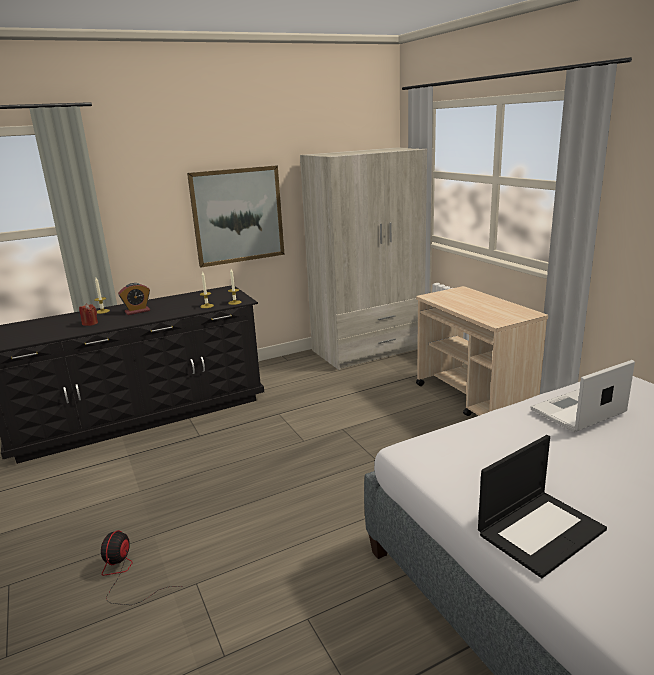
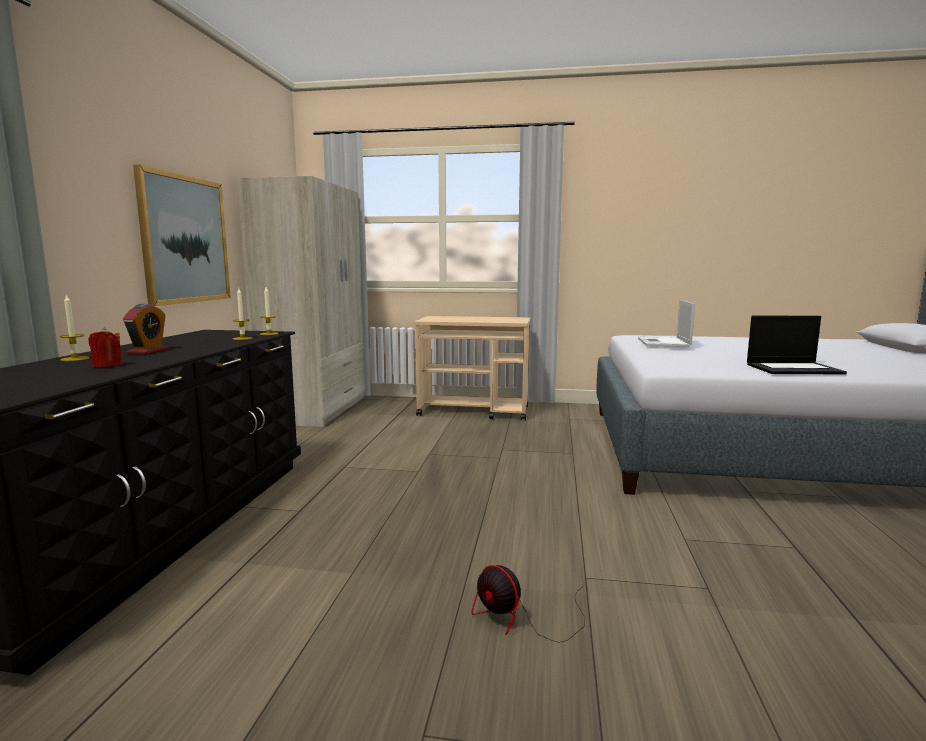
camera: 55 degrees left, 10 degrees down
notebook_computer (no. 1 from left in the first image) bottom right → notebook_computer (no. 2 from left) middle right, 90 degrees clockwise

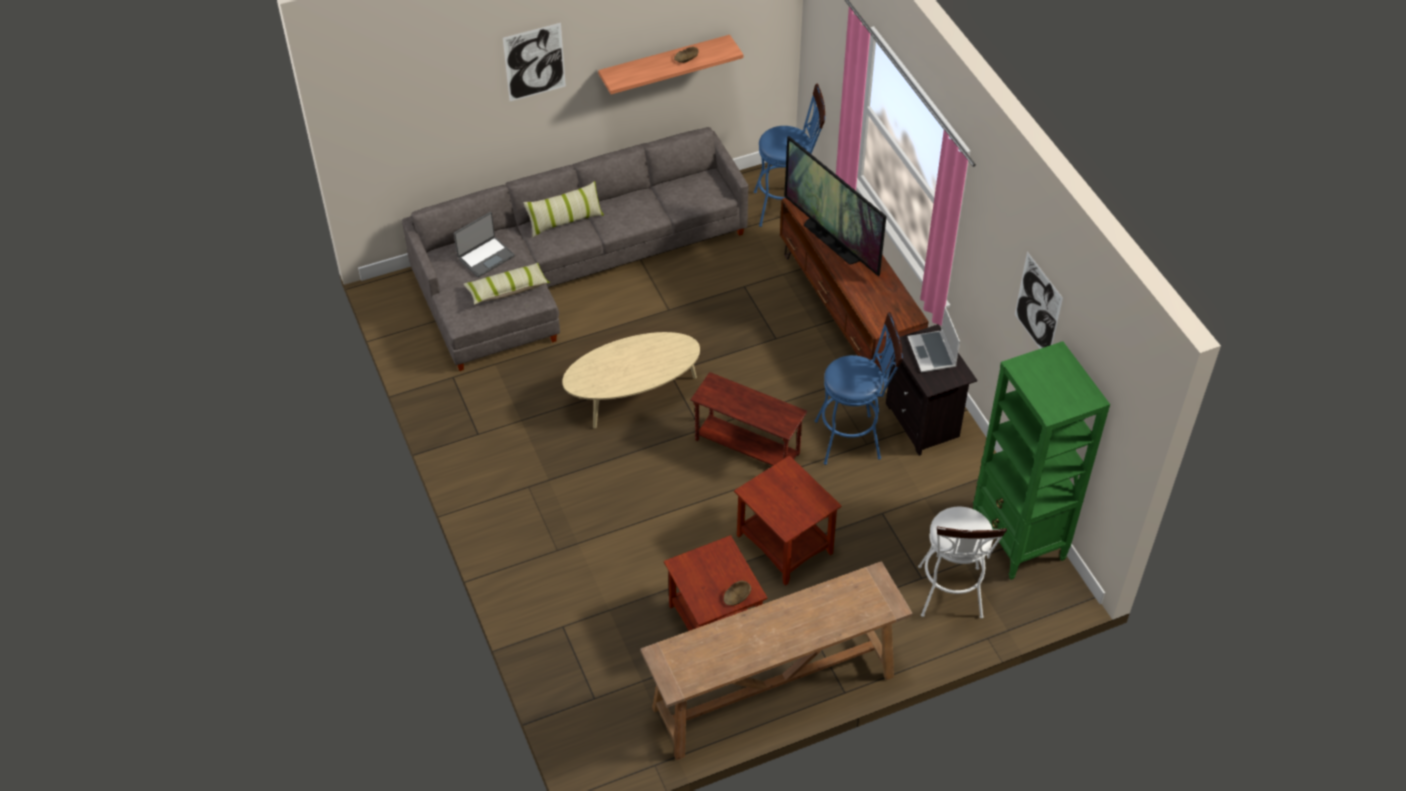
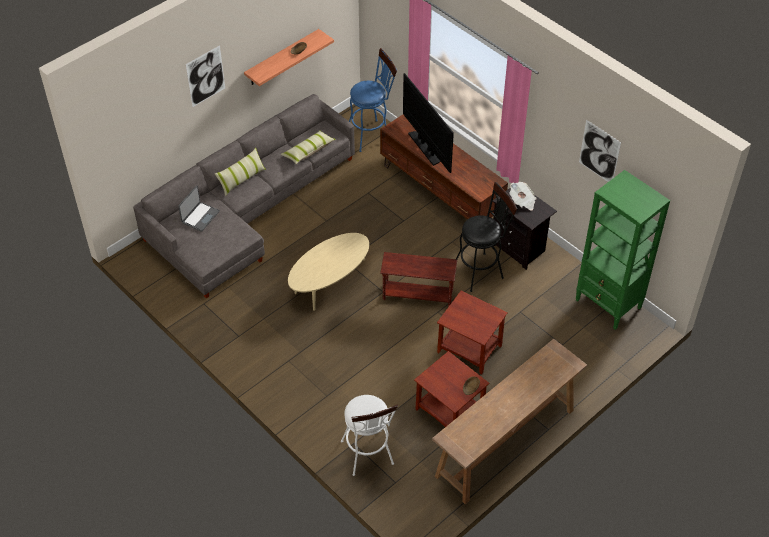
camera: 20 degrees left, 0 degrees up
throw_pillow (no. 1 from left in the first image) centre → throw_pillow (no. 2 from left) top centre, relocated
white_sitting_stool bottom right → white_sitting_stool bottom centre, relocated
notebook_computer (no. 2 from left) centre → daily_paper middle right
blue-coloured_sitting_stool (no. 2 from left) centre → black_sitting_stool centre
television top centre, 150 degrees counterclockwise

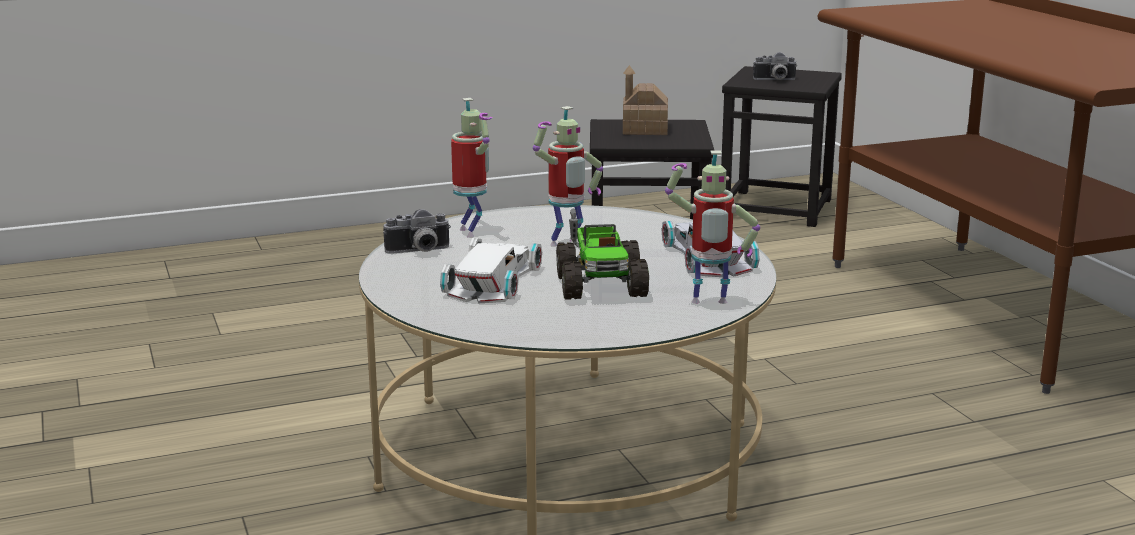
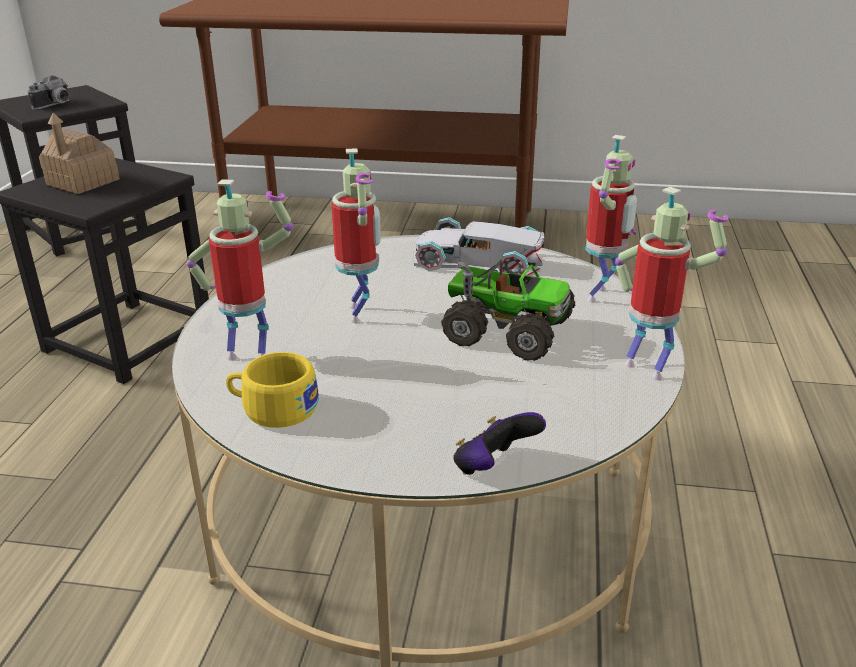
camera: 60 degrees left, 10 degrees up
white_model_car (no. 1 from left) centre → -
- → gamepad centre
- → robot_figure (no. 4 from left) middle right
still_camera (no. 1 from left) centre → yellow-coloured_small_cup middle left

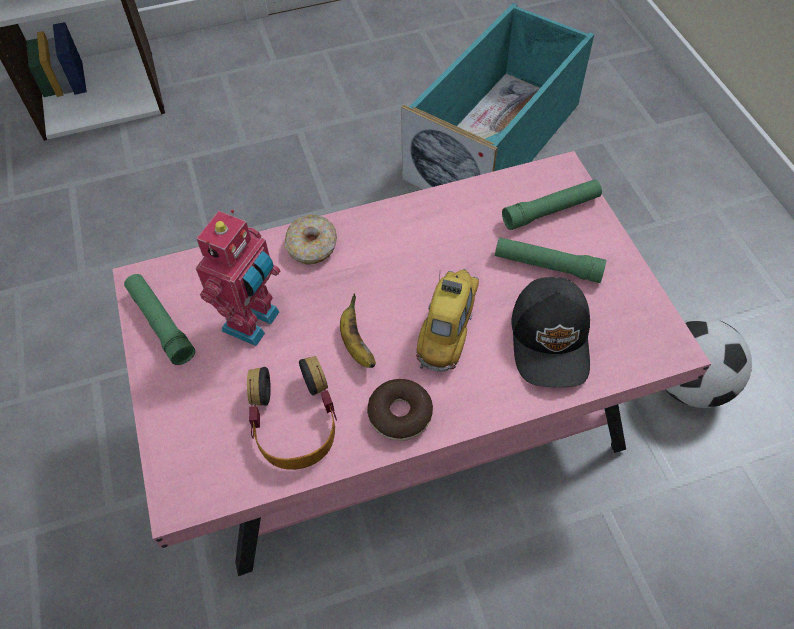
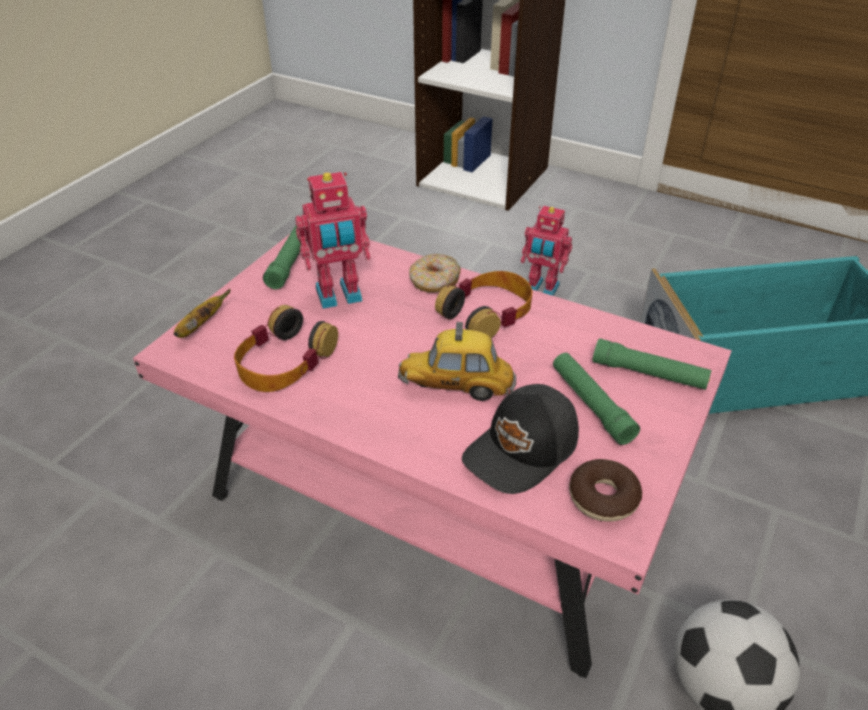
camera: 45 degrees right, 15 degrees down
- → pair_of_headphones (no. 2 from left) centre
- → robot_figure (no. 2 from left) centre
banana centre → banana middle left, relocated
donut (no. 2 from left) centre → donut (no. 2 from left) bottom right, relocated
model_car centre, 150 degrees counterclockwise

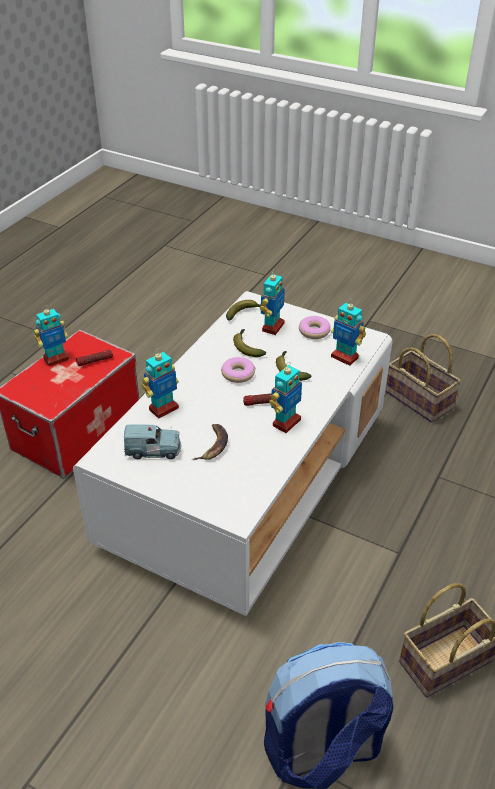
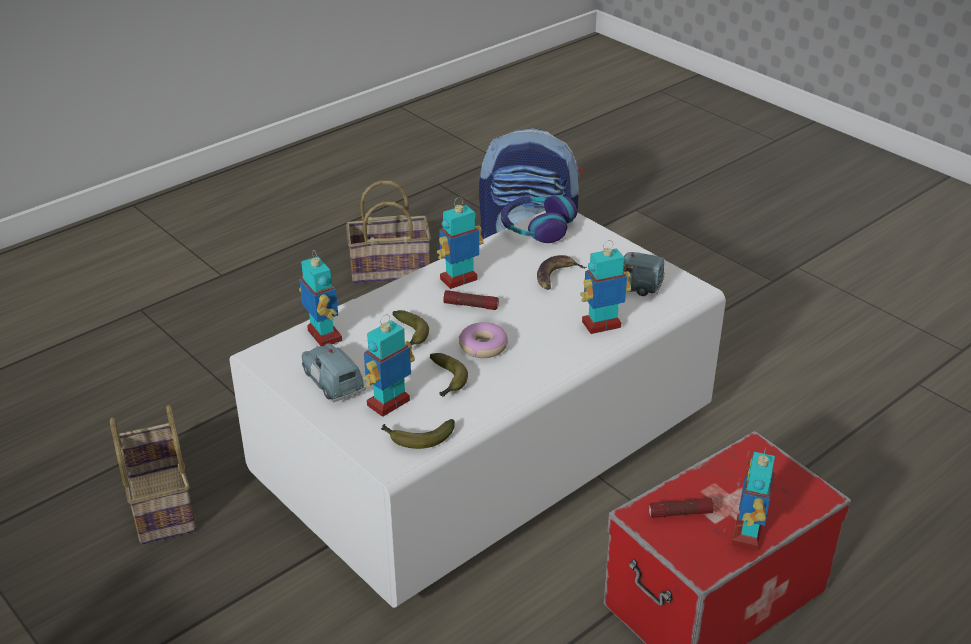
camera: 160 degrees left, 5 degrees down
- → pair_of_headphones centre
donut (no. 2 from left) centre → blue-coloured_model_car (no. 1 from left) centre
robot_figure (no. 1 from left in the first image) middle left → robot_figure (no. 5 from left) bottom right, 60 degrees counterclockwise

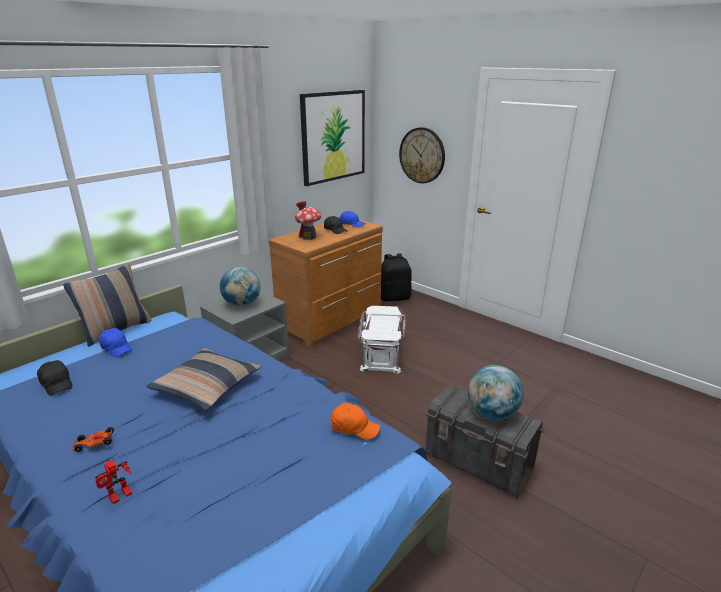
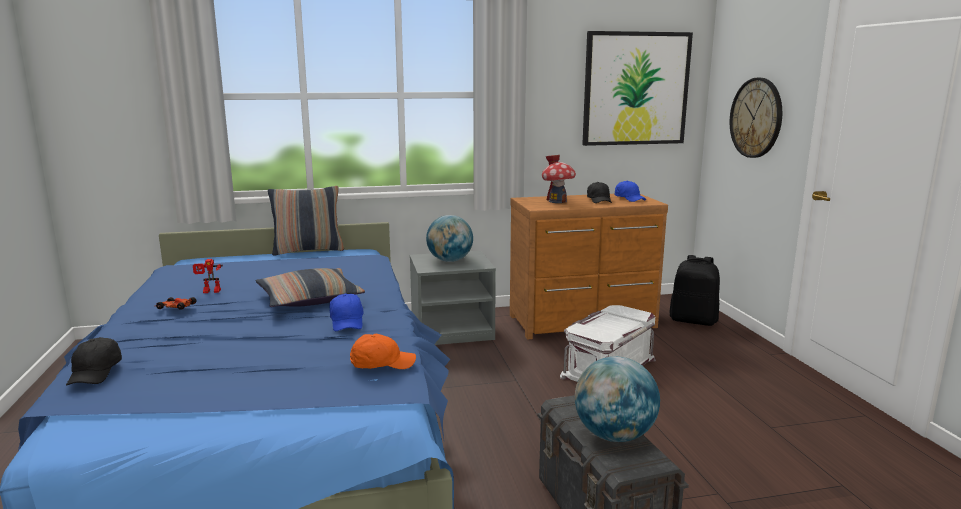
camera: 35 degrees right, 10 degrees down
black_peaked_cap (no. 1 from left) middle left → black_peaked_cap (no. 1 from left) bottom left, relocated
robot_figure bottom left → robot_figure middle left, relocated
blue-coloured_peaked_cap (no. 1 from left) middle left → blue-coloured_peaked_cap (no. 1 from left) centre, relocated
orange-coloured_peaked_cap bottom centre, 60 degrees counterclockwise

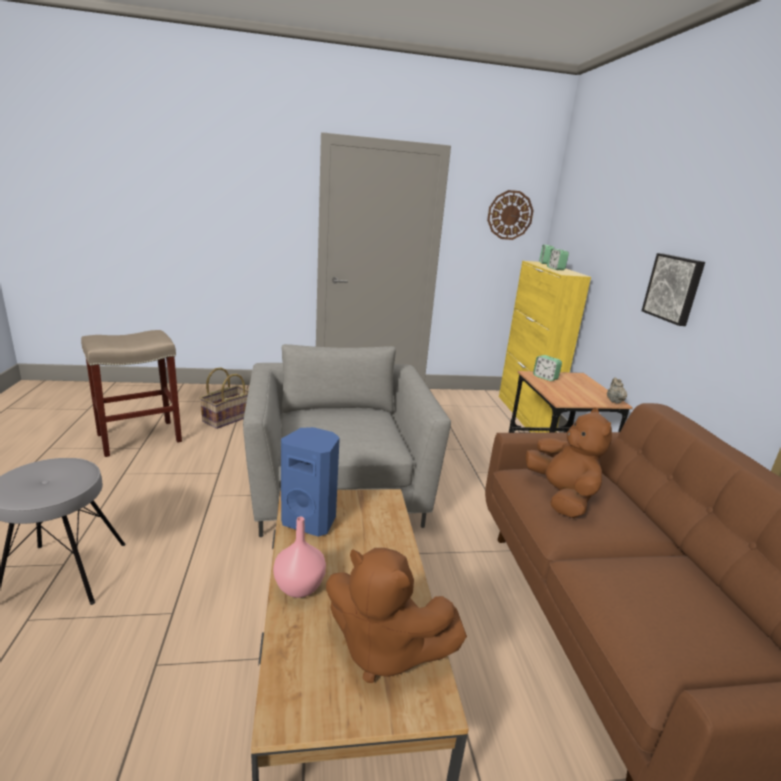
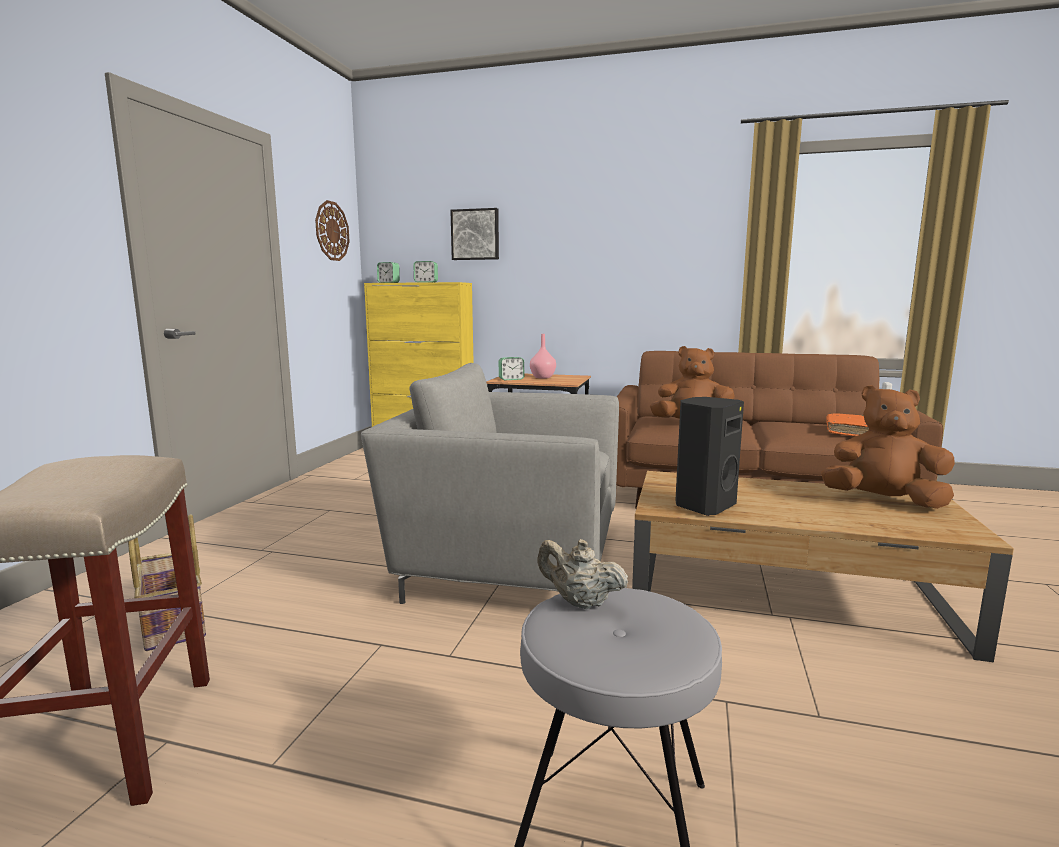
camera: 65 degrees left, 10 degrees down
- → orange-coloured_bound_book middle right
pinkish_vase bottom centre → pinkish_vase centre, relocated
sand-coloured_pot_for_tea middle right → sand-coloured_pot_for_tea bottom centre, relocated
wall_art middle right → wall_art top centre, relocated
blue-coloured_audio_speaker centre → black_audio_speaker middle right
brown_plush_toy (no. 1 from left in the first image) bottom centre → brown_plush_toy (no. 2 from left) middle right, 120 degrees counterclockwise

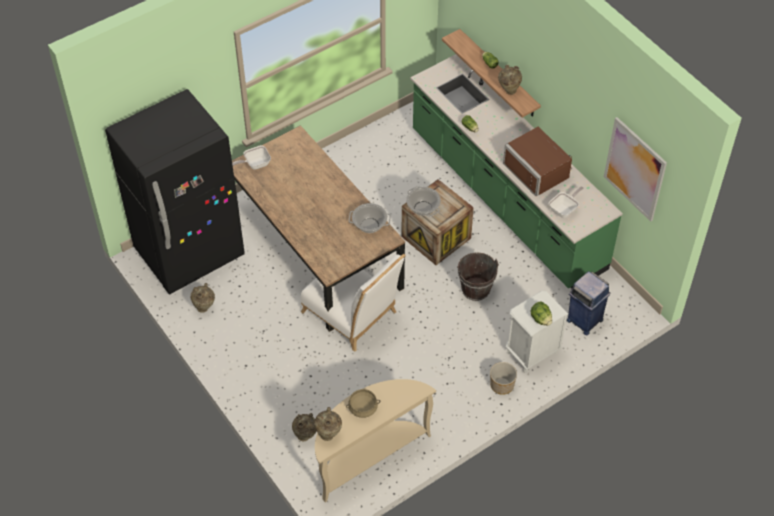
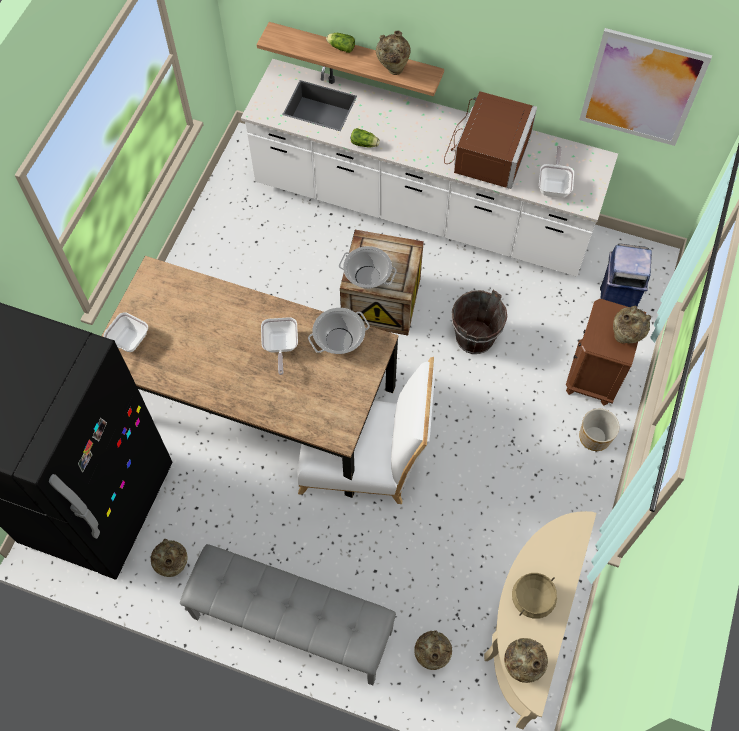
camera: 35 degrees left, 10 degrees up
- → grey_long_seat bottom centre
- → pan (no. 2 from left) centre
lettuce (no. 3 from left) middle right → sand-coloured_vase (no. 5 from left) middle right
green_counter top right → white_counter top centre
white_night_table middle right → brown_night_table middle right
brown_kitchen_microwave top right → brown_kitchen_microwave top centre, 90 degrees counterclockwise

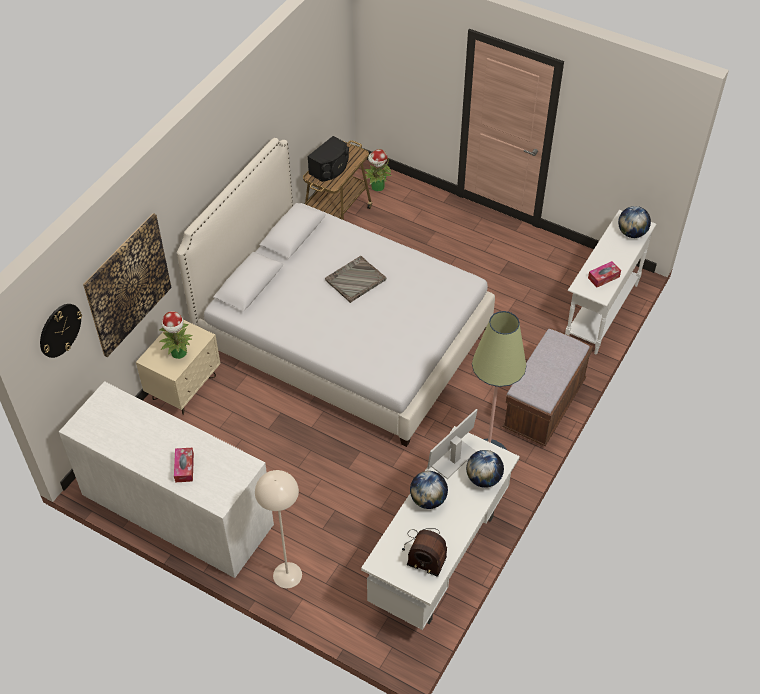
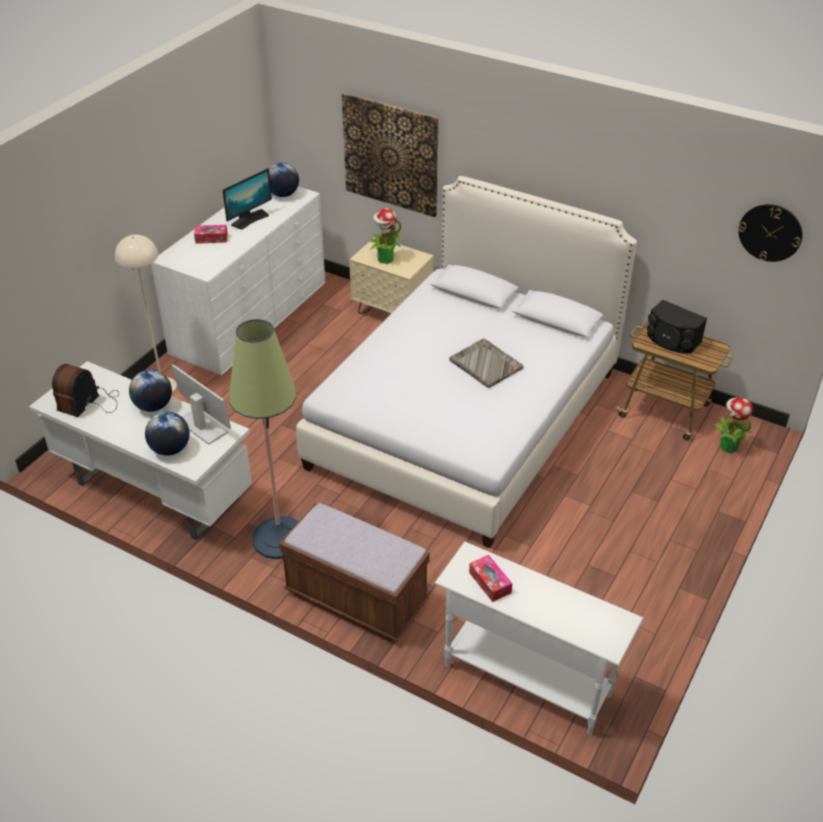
camera: 90 degrees right, 10 degrees down
- → monitor (no. 2 from left) top left
hanging_clock middle left → hanging_clock top right, relocated
globe (no. 3 from left) top right → globe (no. 3 from left) top centre, relocated

